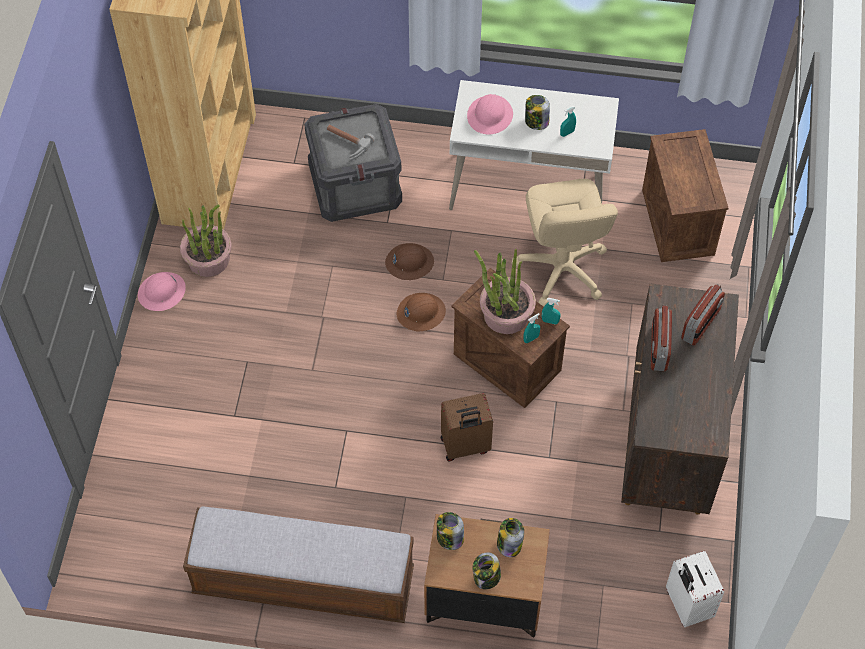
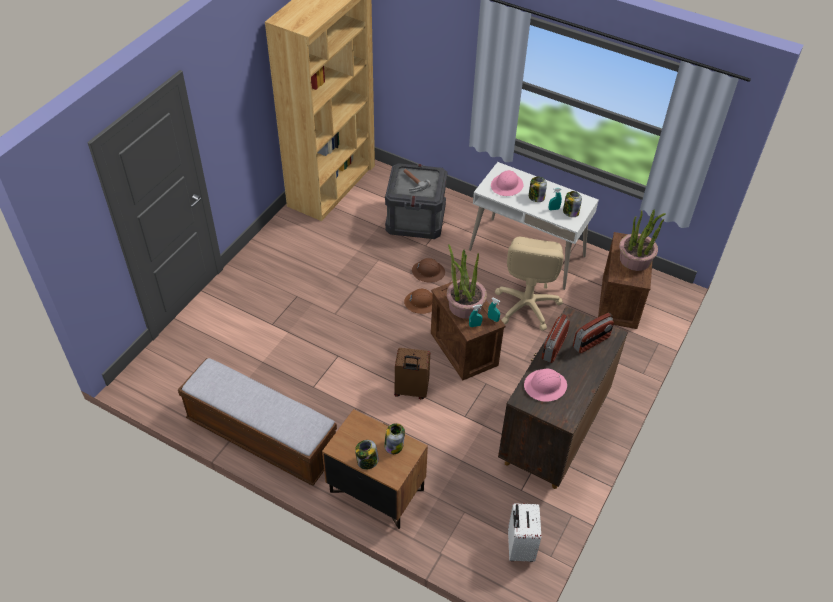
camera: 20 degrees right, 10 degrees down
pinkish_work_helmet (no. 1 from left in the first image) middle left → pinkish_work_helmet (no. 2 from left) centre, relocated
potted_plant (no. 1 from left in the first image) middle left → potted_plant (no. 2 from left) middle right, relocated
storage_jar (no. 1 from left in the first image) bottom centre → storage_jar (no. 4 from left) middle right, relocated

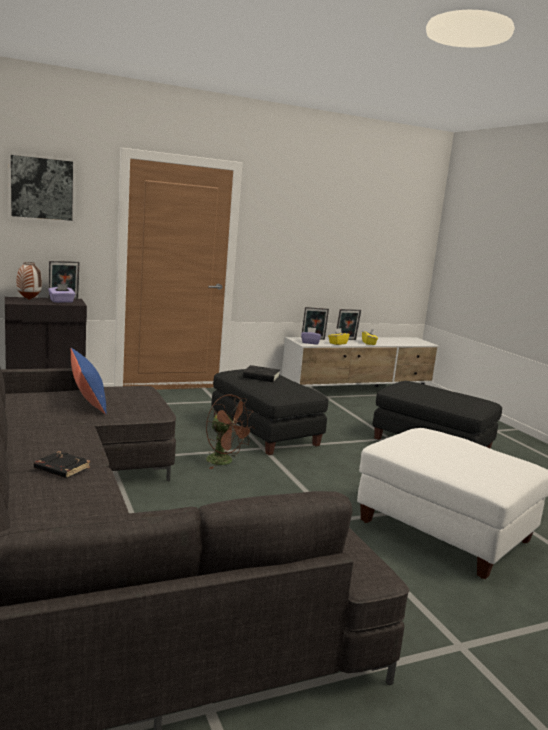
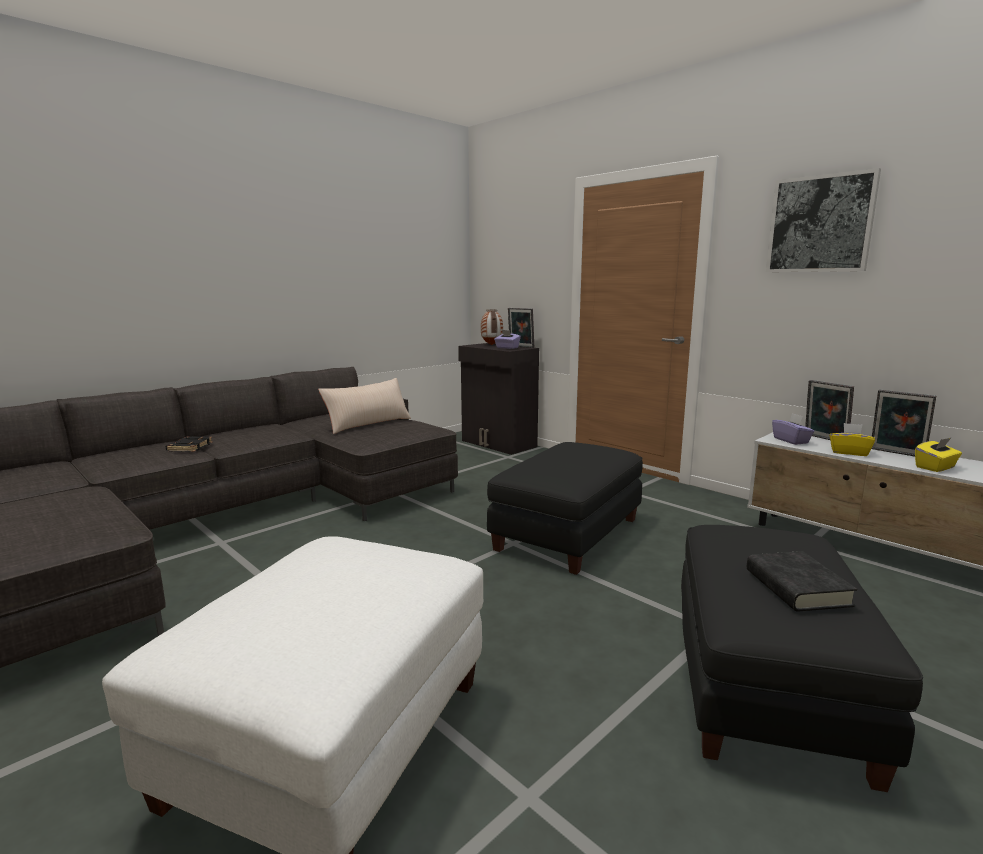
camera: 70 degrees right, 0 degrees up
brown_electric_fan centre → -
wall_art top left → wall_art top right, relocated
black_bound_book (no. 2 from left) centre → black_bound_book (no. 2 from left) bottom right, relocated
blue-coloured_throw_pillow middle left → sand-coloured_throw_pillow centre

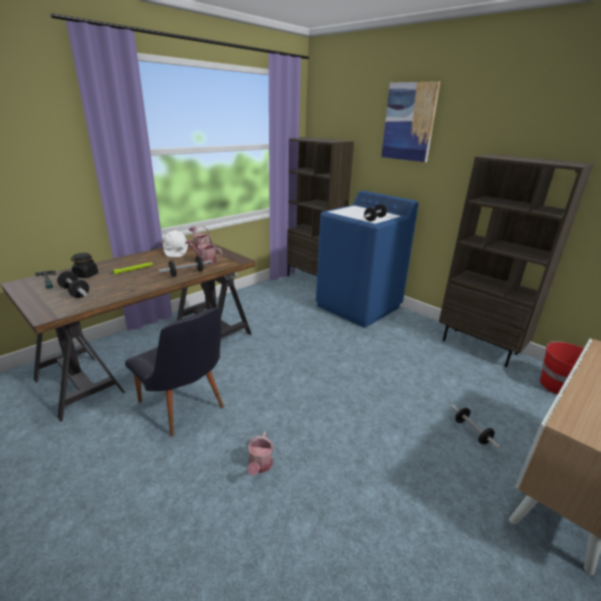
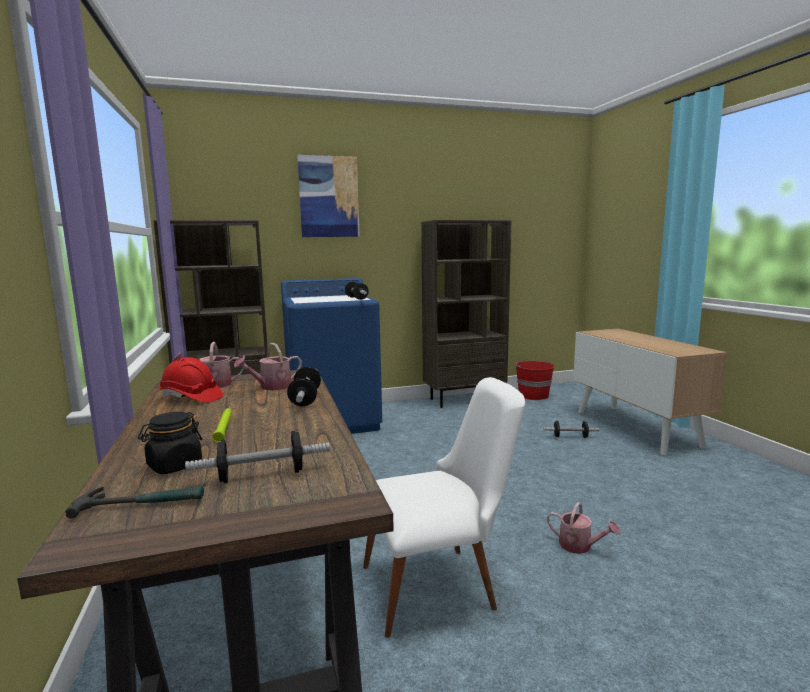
camera: 60 degrees left, 15 degrees down
black_upright_chair middle left → white_upright_chair bottom centre
white_work_helmet middle left → red_work_helmet middle left

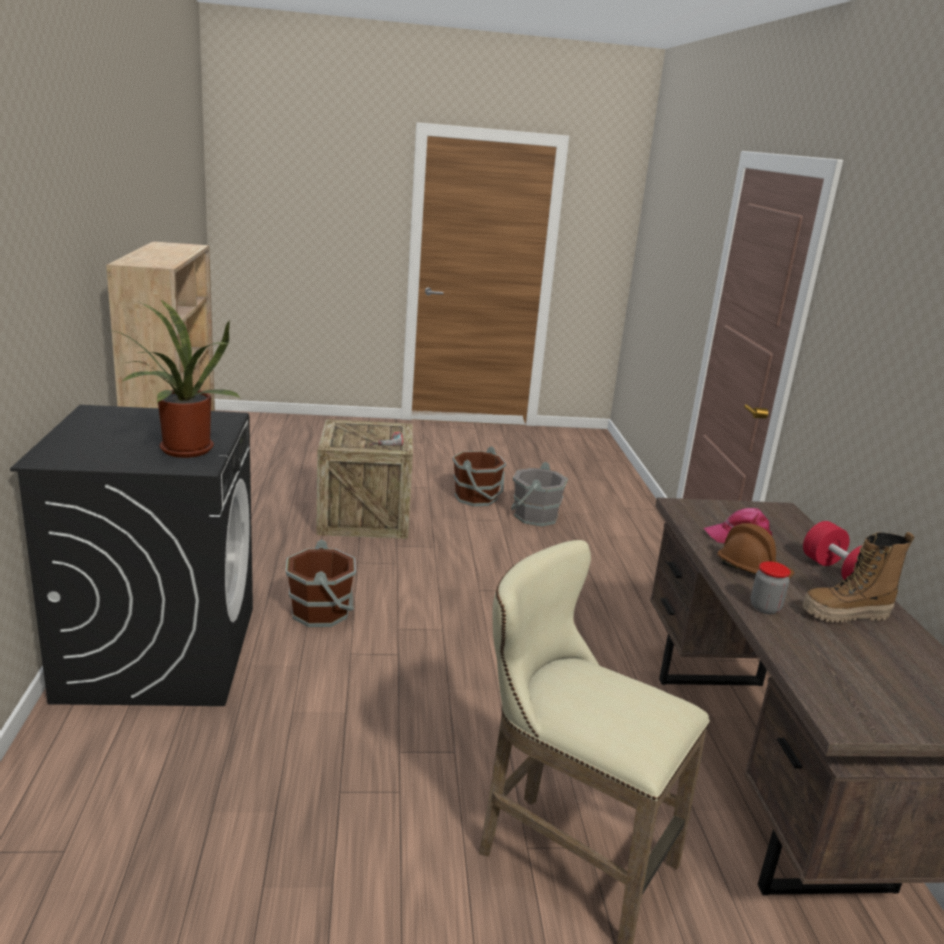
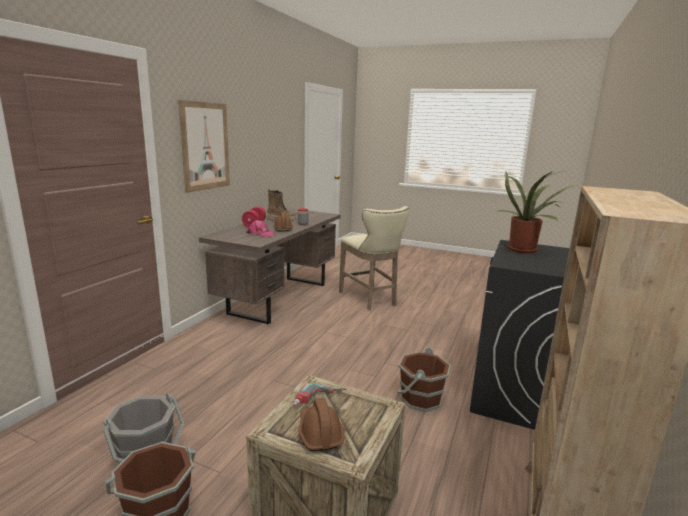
camera: 150 degrees left, 5 degrees down
- → wall_art top left
- → brown_work_helmet (no. 2 from left) bottom centre

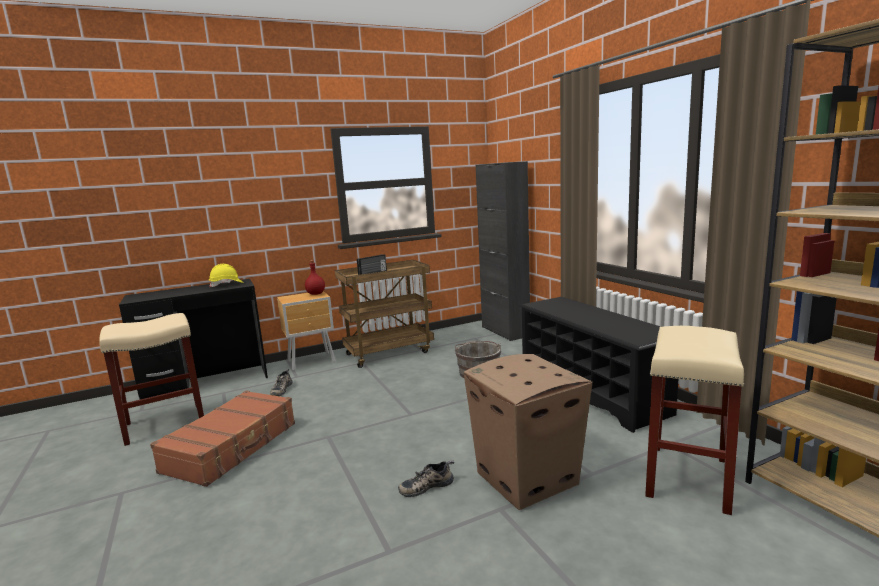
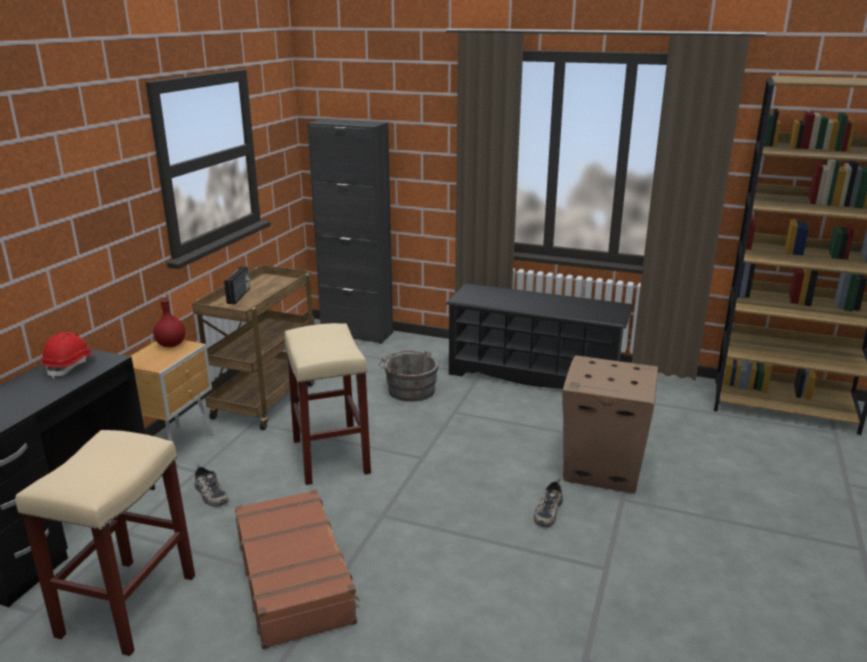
camera: 45 degrees left, 10 degrees up
sand-coloured_sitting_stool (no. 2 from left) bottom right → sand-coloured_sitting_stool (no. 2 from left) centre, relocated
yellow-coloured_work_helmet middle left → red_work_helmet middle left

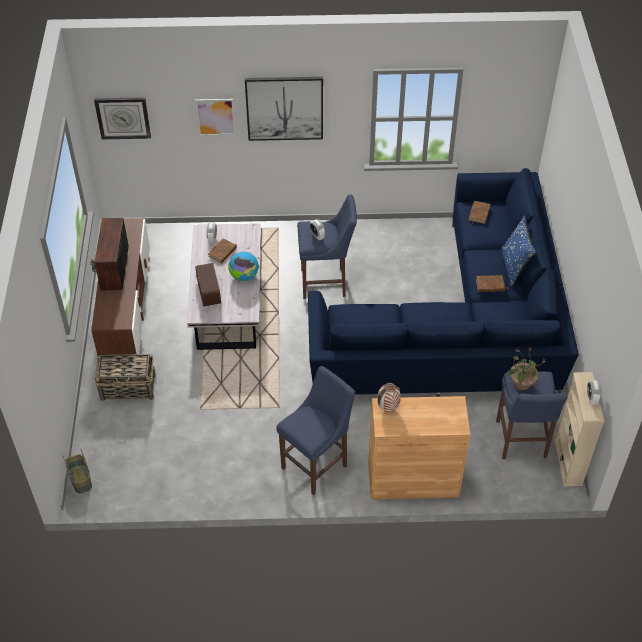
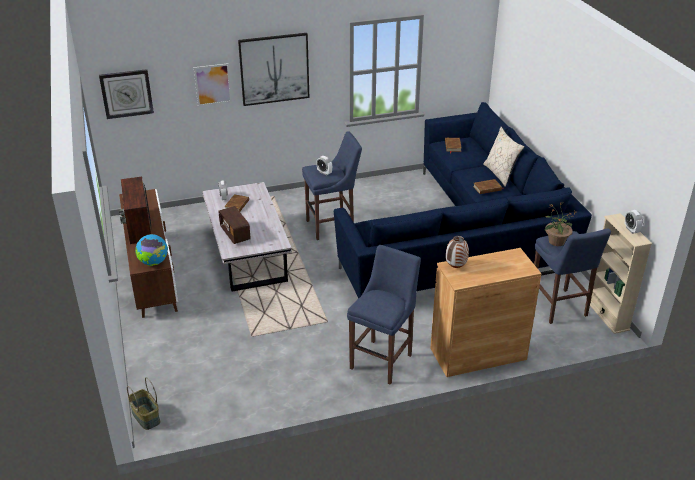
camera: 15 degrees left, 15 degrees down
basket (no. 2 from left) middle left → -
globe centre → globe middle left, relocated
blue-coloured_throw_pillow middle right → sand-coloured_throw_pillow top right

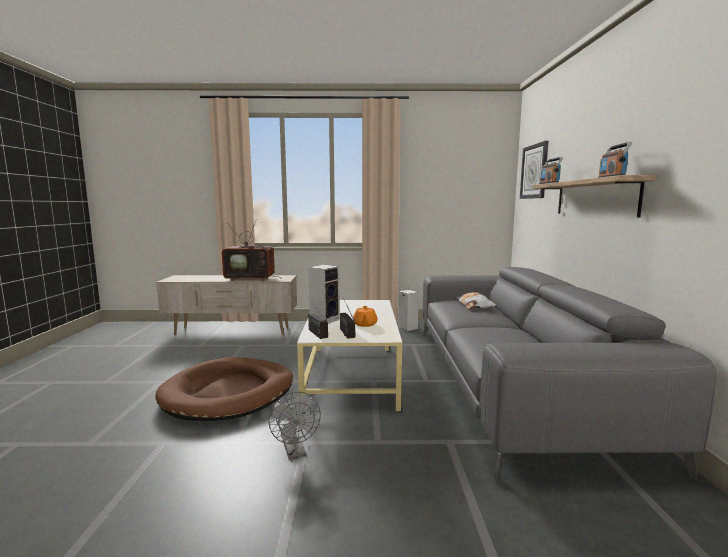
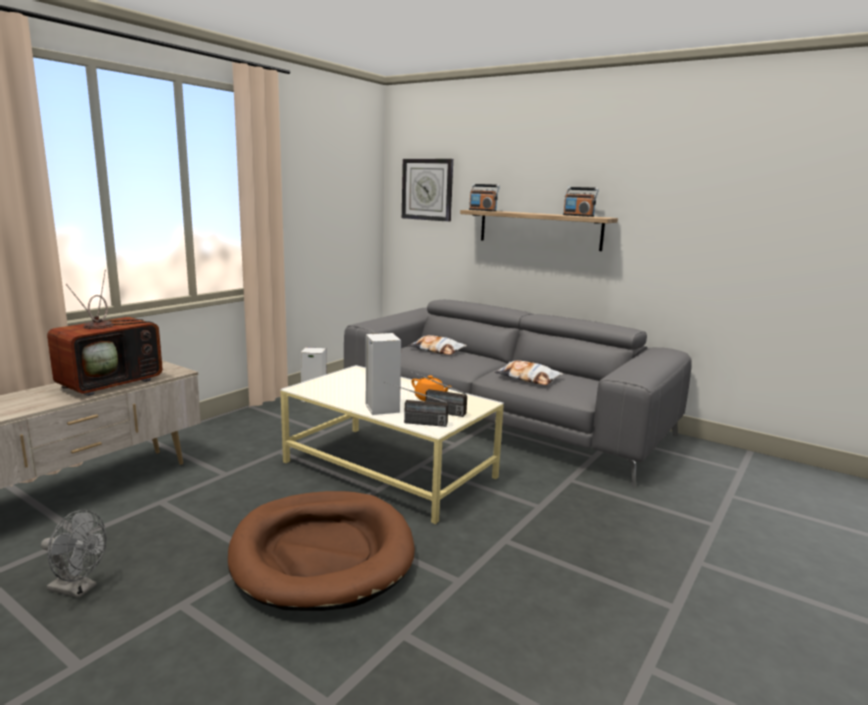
camera: 55 degrees left, 5 degrees up
- → throw_pillow (no. 2 from left) centre
grey_electric_fan bottom centre → grey_electric_fan bottom left, relocated

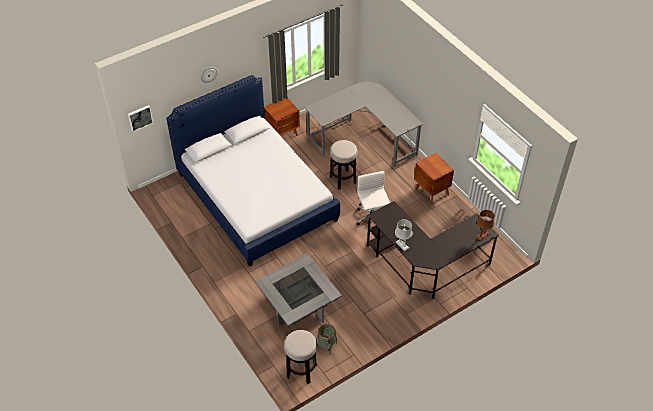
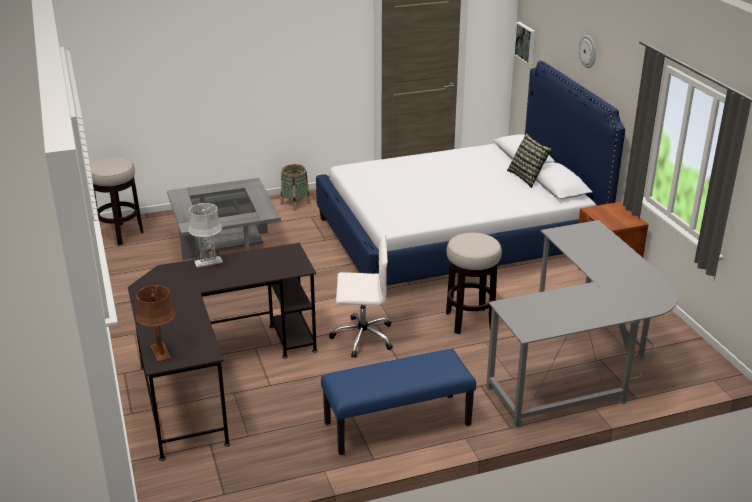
camera: 105 degrees right, 20 degrees down
- → throw_pillow top right
basket bottom centre → basket centre, relocated
brown_night_table (no. 2 from left) centre → blue-coloured_long_seat bottom centre

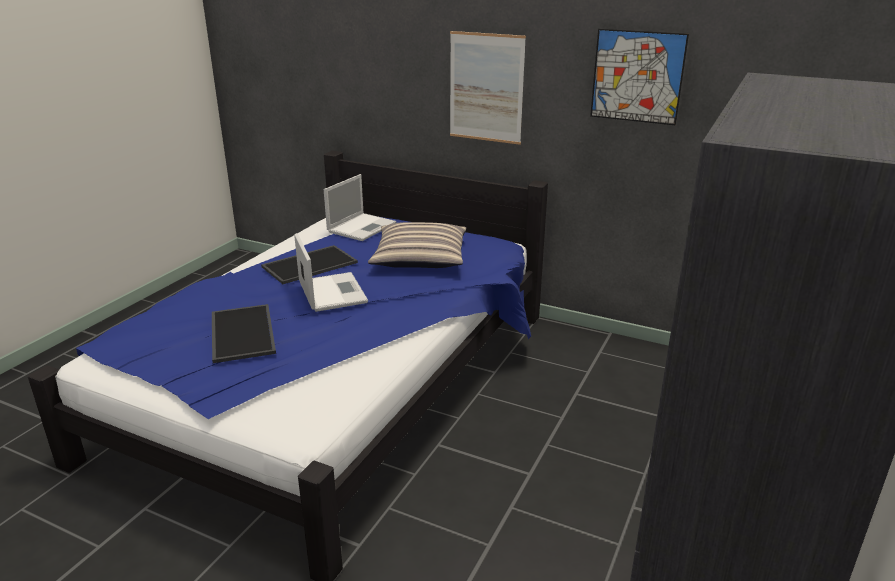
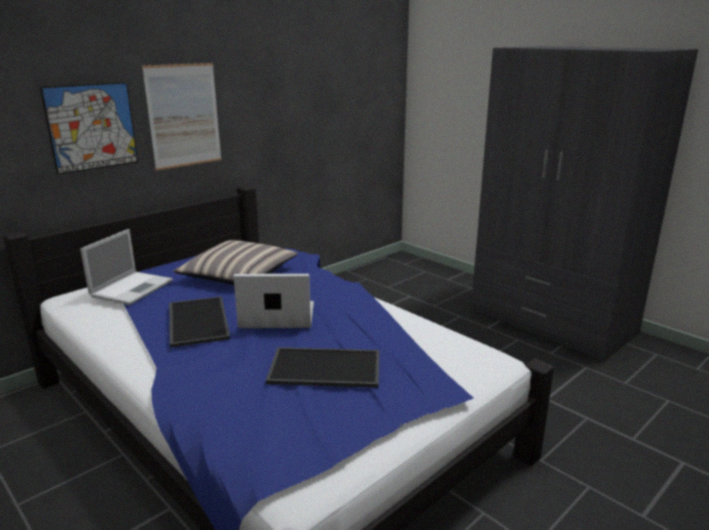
camera: 70 degrees left, 5 degrees down
wall_art (no. 2 from left in the first image) top right → wall_art (no. 1 from left) top left, relocated
notebook_computer (no. 2 from left in the first image) centre → notebook_computer (no. 1 from left) middle left, 60 degrees clockwise

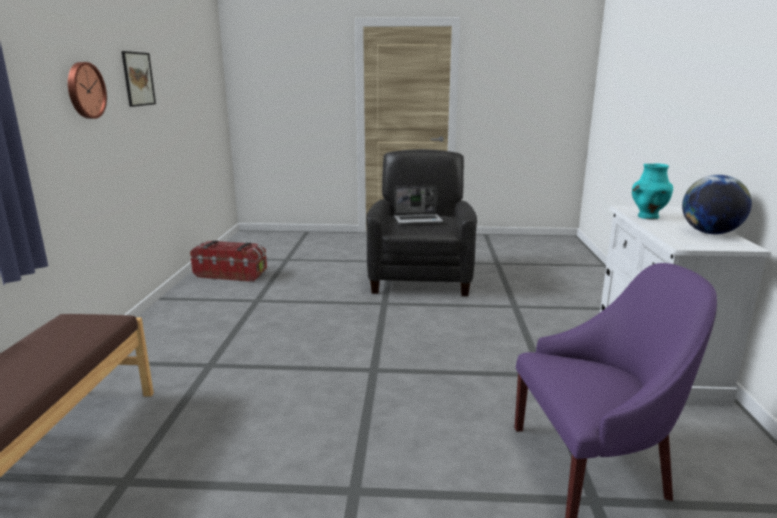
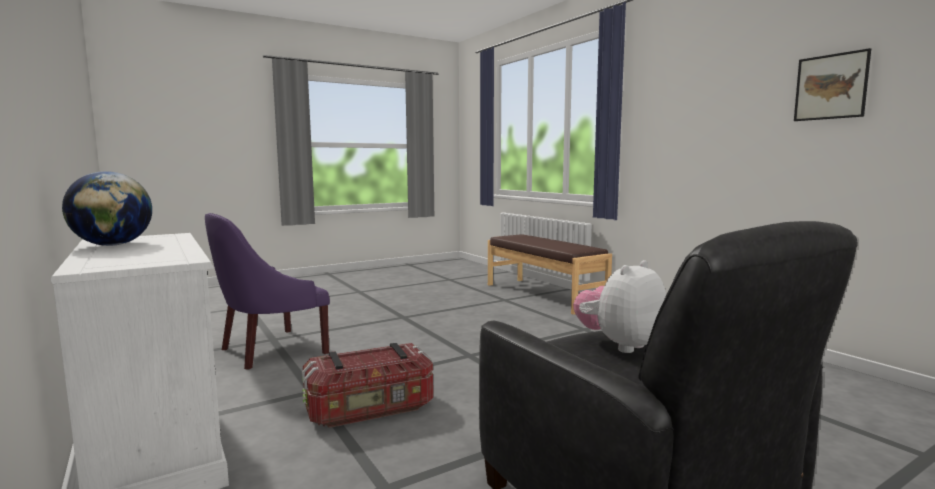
camera: 145 degrees right, 10 degrees down
hanging_clock top left → -
turquoise-coloured_vase middle right → -
storage_container middle left → storage_container bottom centre, relocated
notebook_computer centre → plush_toy centre

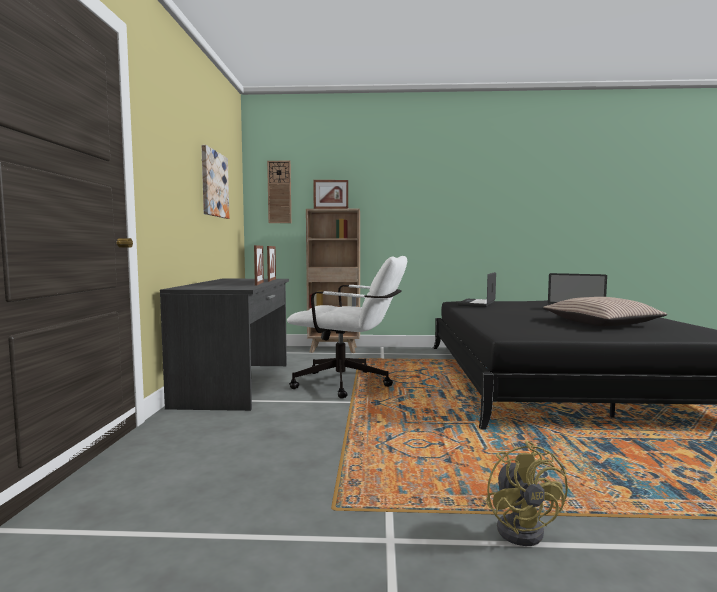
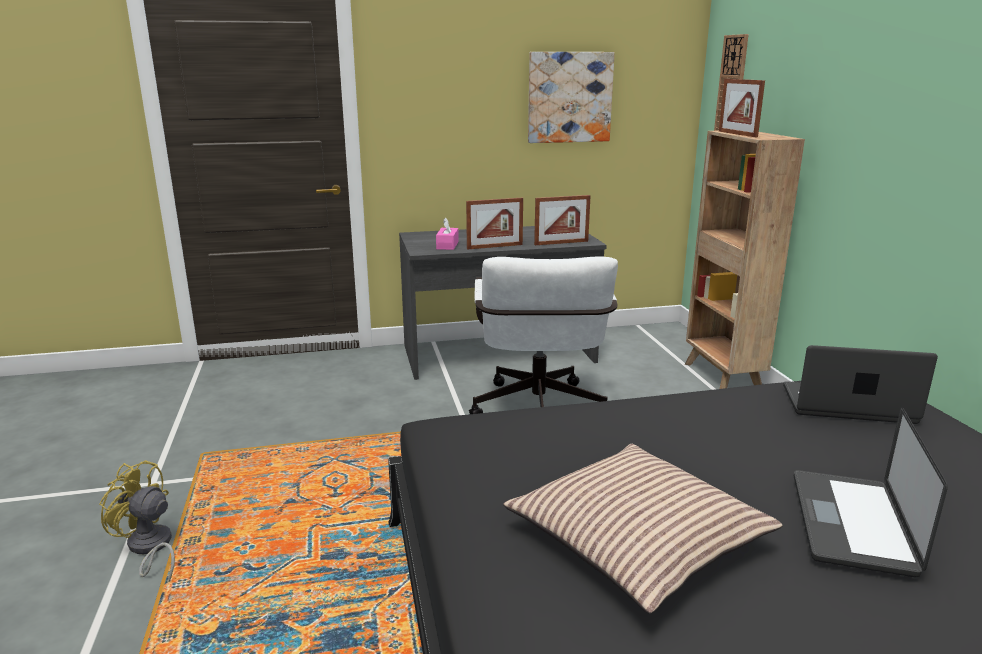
camera: 75 degrees right, 15 degrees up
- → pinkish_tissue_box centre
yellow-coloured_electric_fan bottom right → yellow-coloured_electric_fan bottom left, 45 degrees clockwise

